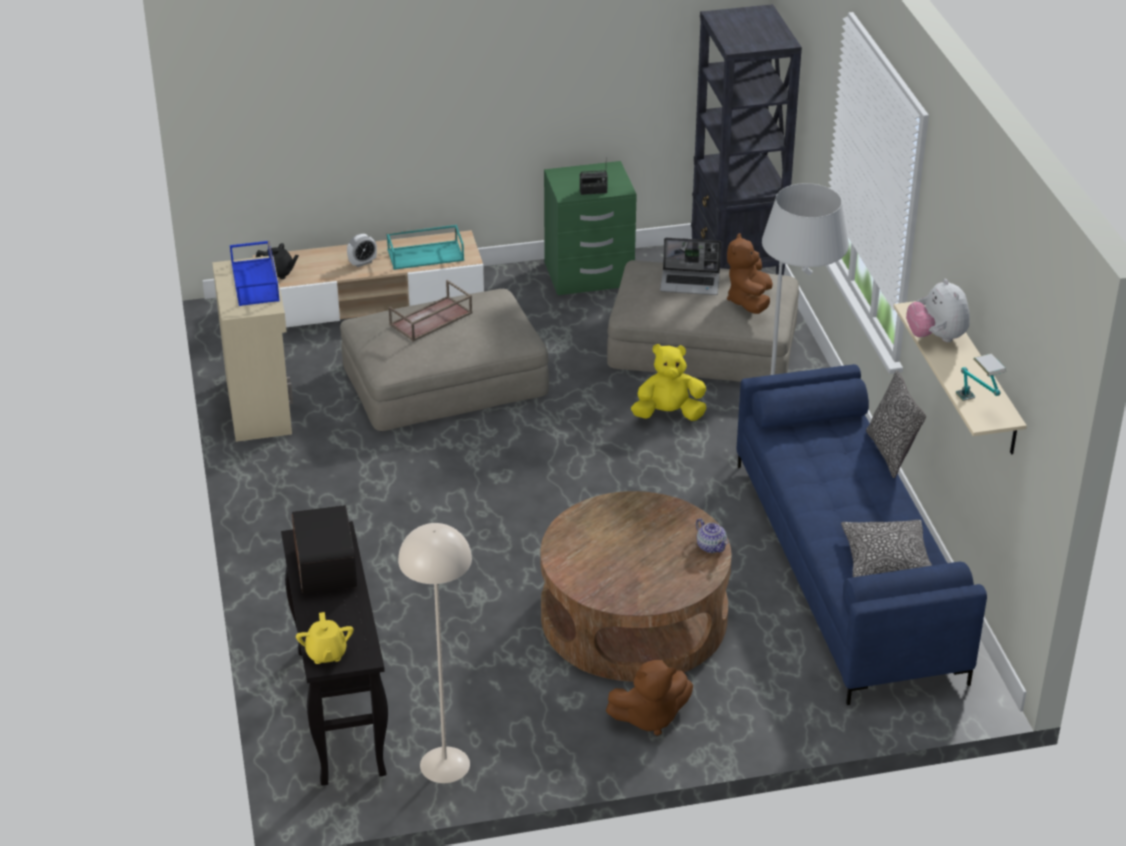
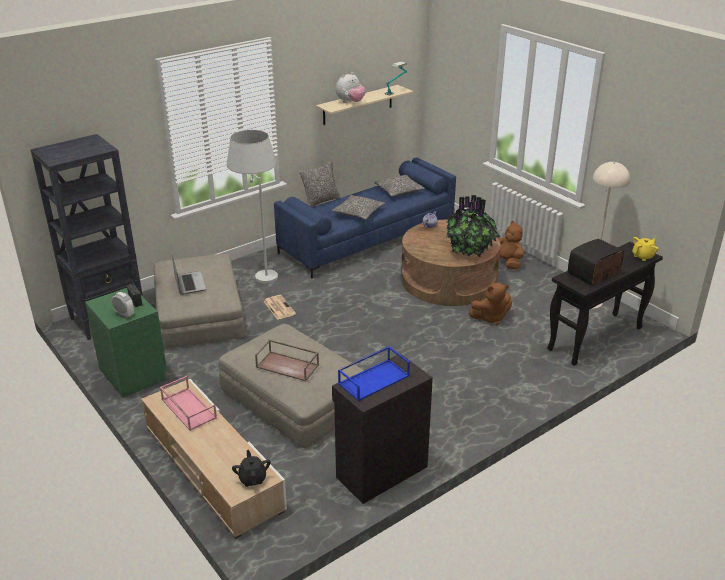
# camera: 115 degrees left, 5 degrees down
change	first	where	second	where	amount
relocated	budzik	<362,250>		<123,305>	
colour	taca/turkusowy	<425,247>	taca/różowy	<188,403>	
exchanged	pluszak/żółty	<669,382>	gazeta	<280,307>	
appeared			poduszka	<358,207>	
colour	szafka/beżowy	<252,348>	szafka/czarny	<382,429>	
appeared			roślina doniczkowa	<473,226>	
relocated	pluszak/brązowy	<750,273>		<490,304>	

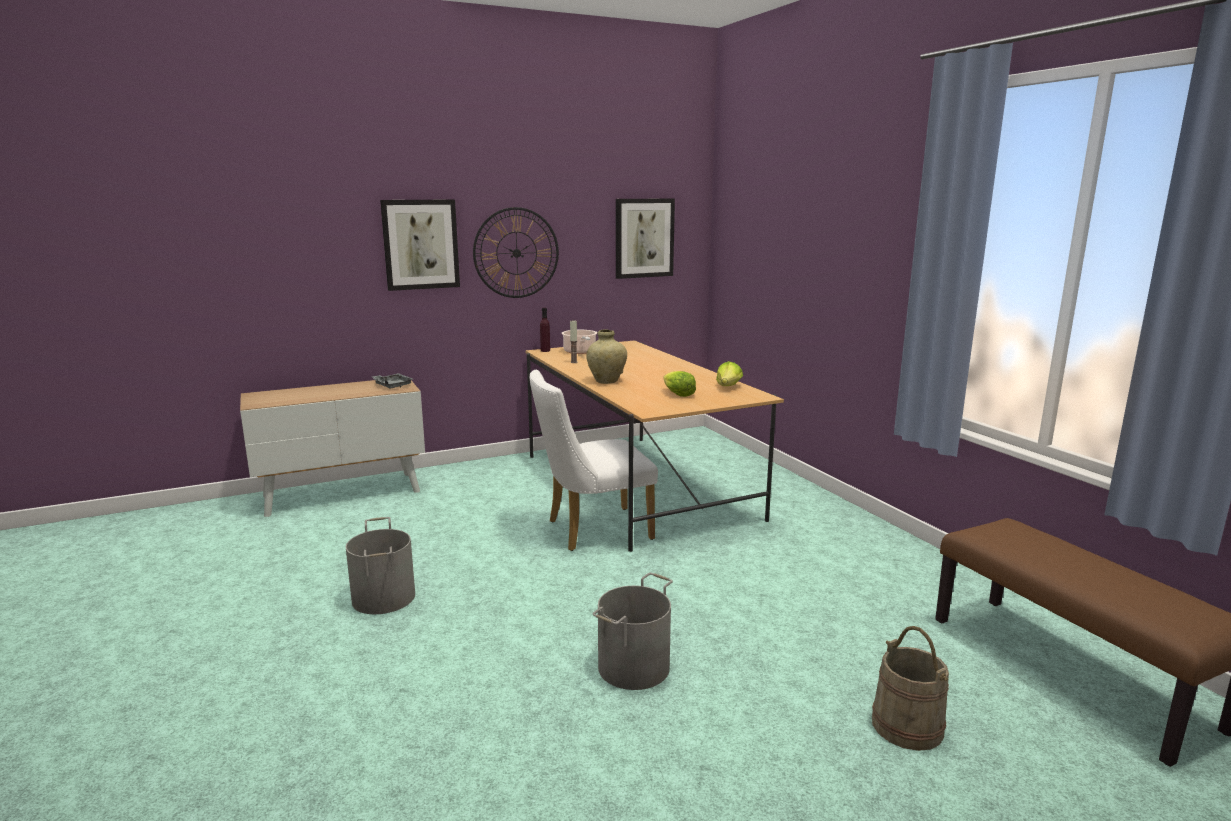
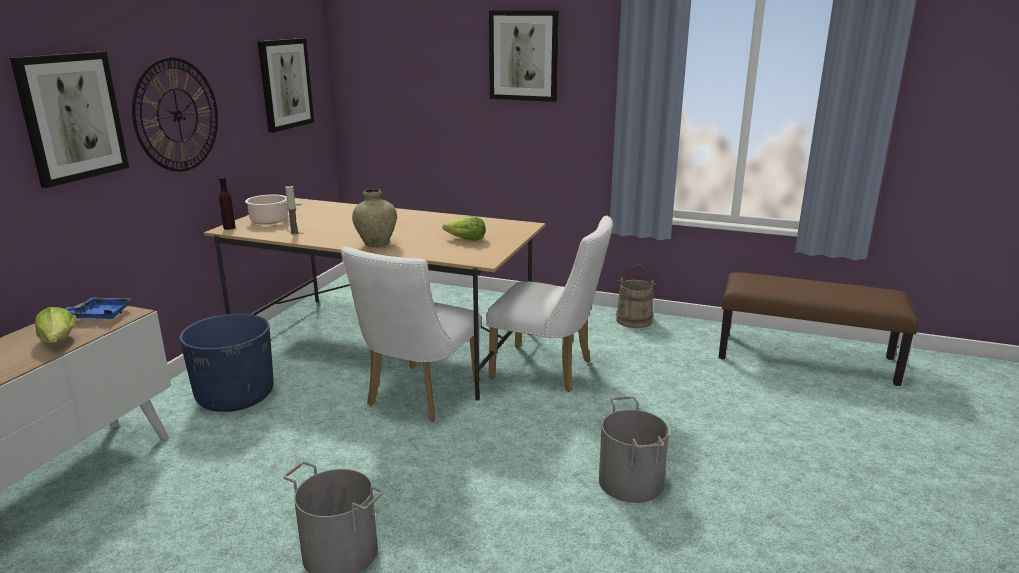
# camera: 45 degrees left, 5 degrees up
change	first	where	second	where	amount
relocated	sałata	<729,373>		<55,325>	
colour	taca/szary	<393,381>	taca/niebieski	<99,308>	
appeared			donica/niebieski	<227,363>	
appeared			krzesło/biały	<549,304>	
appeared			obraz	<524,56>	
relocated	wiadro/beżowy	<910,688>		<636,296>	

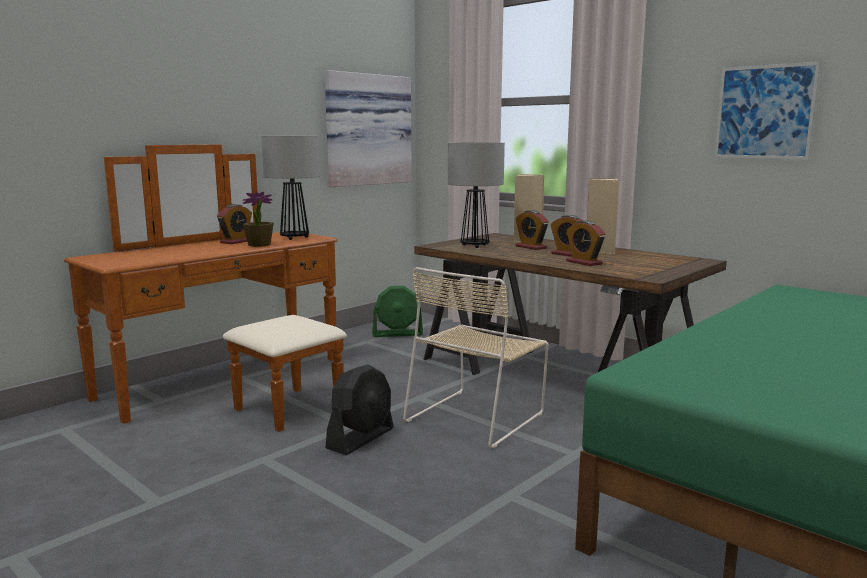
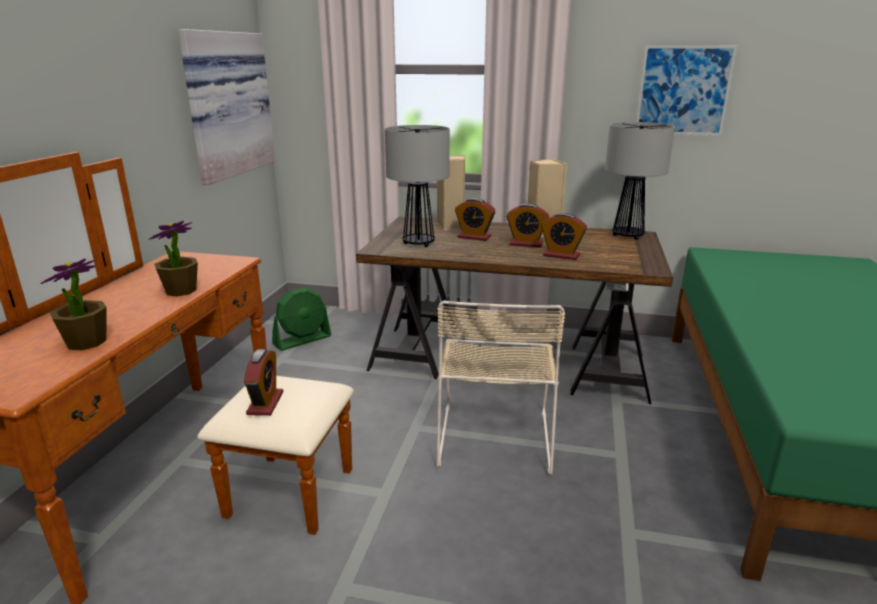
# camera: 30 degrees left, 10 degrees up
change	first	where	second	where	amount
appeared			roślina doniczkowa	<74,304>	
relocated	budzik	<234,224>		<263,382>	
relocated	lampa stołowa	<290,188>		<640,181>	
missing	wentylator/czarny	<359,409>			

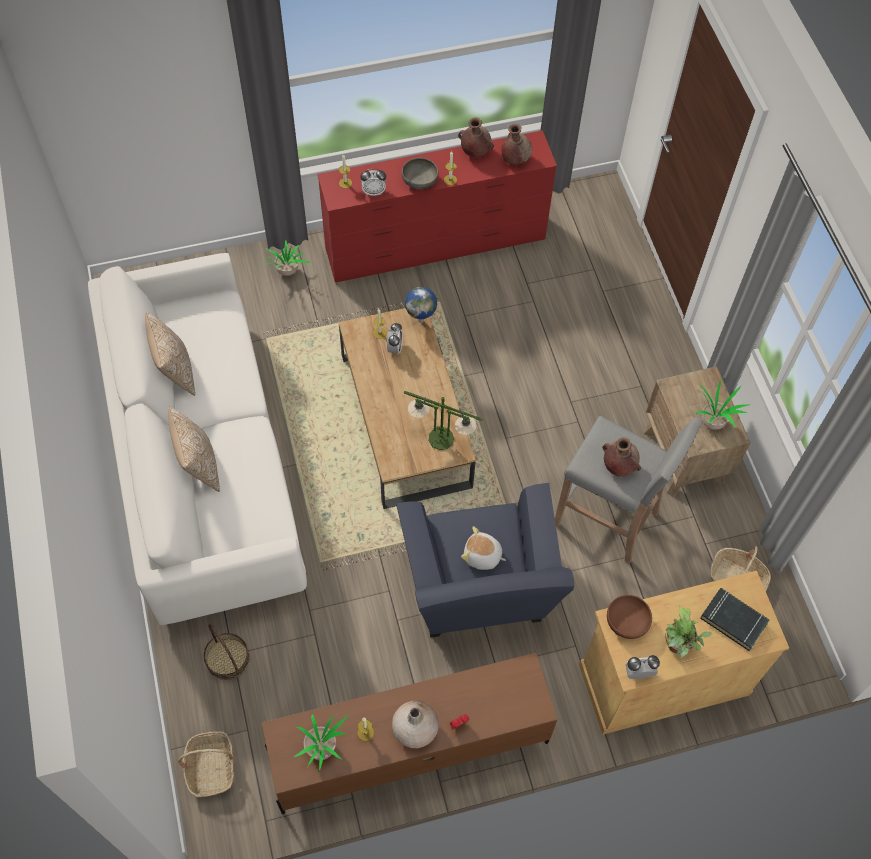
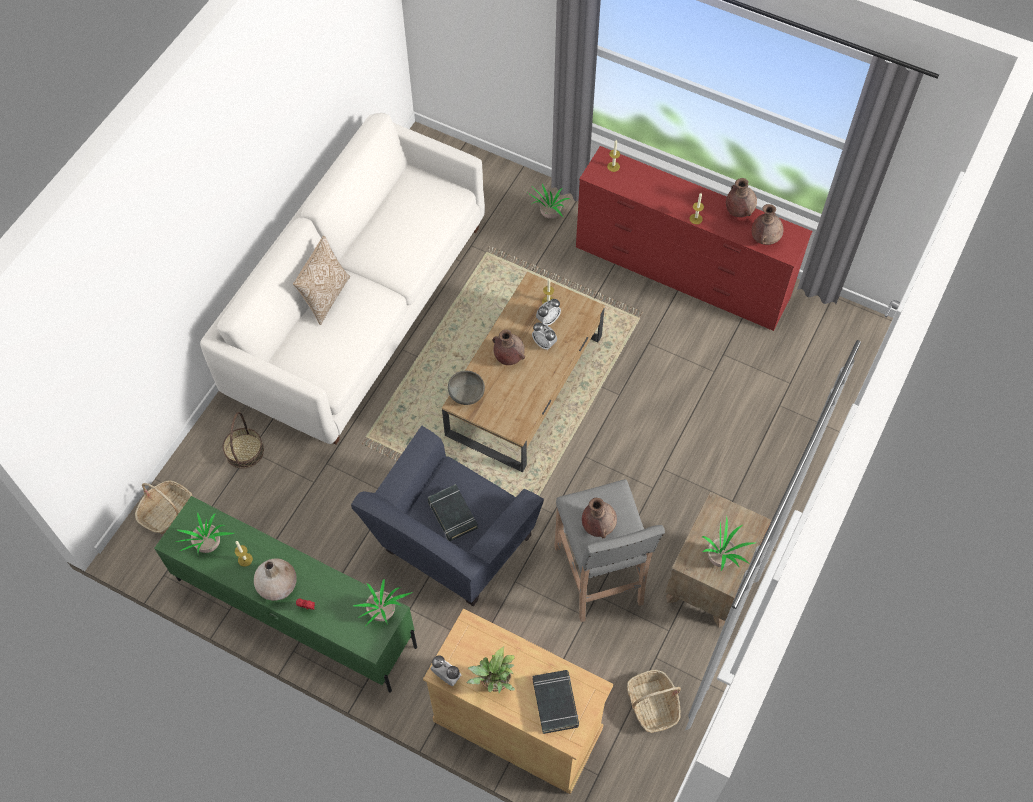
# camera: 45 degrees right, 0 degrees up
change	first	where	second	where	amount
colour	szafka pod telewizor/brązowy	<410,733>	szafka pod telewizor/zielony	<285,594>	
appeared			roślina doniczkowa	<382,602>	
exchanged	pluszak	<483,548>	książka/czarny	<453,512>	
relocated	miska/szary	<420,173>		<466,387>	
appeared			wazon/brązowy	<508,347>	
relocated	budzik	<373,182>		<544,336>	
missing	poduszka	<170,354>			
missing	lampa stołowa	<443,420>			
missing	globus	<421,305>			
missing	miska/brązowy	<629,617>			

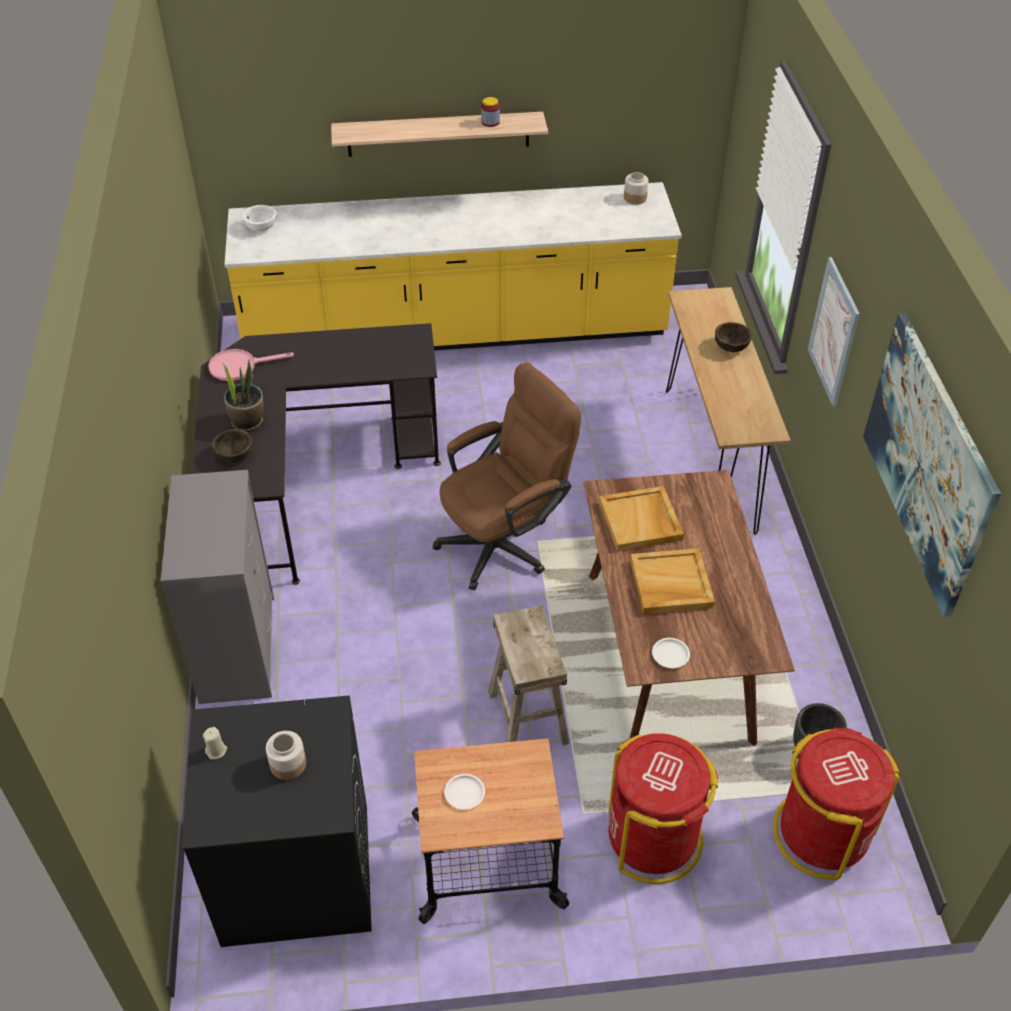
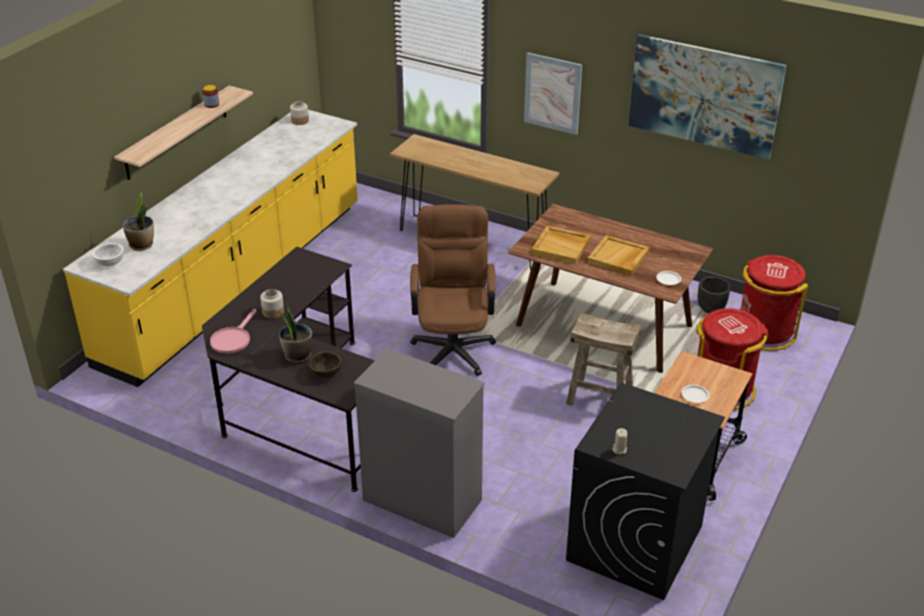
# camera: 55 degrees left, 10 degrees down
change	first	where	second	where	amount
appeared			roślina doniczkowa	<138,221>	
relocated	słoik	<286,755>		<272,304>	
missing	miska/brązowy	<733,337>			

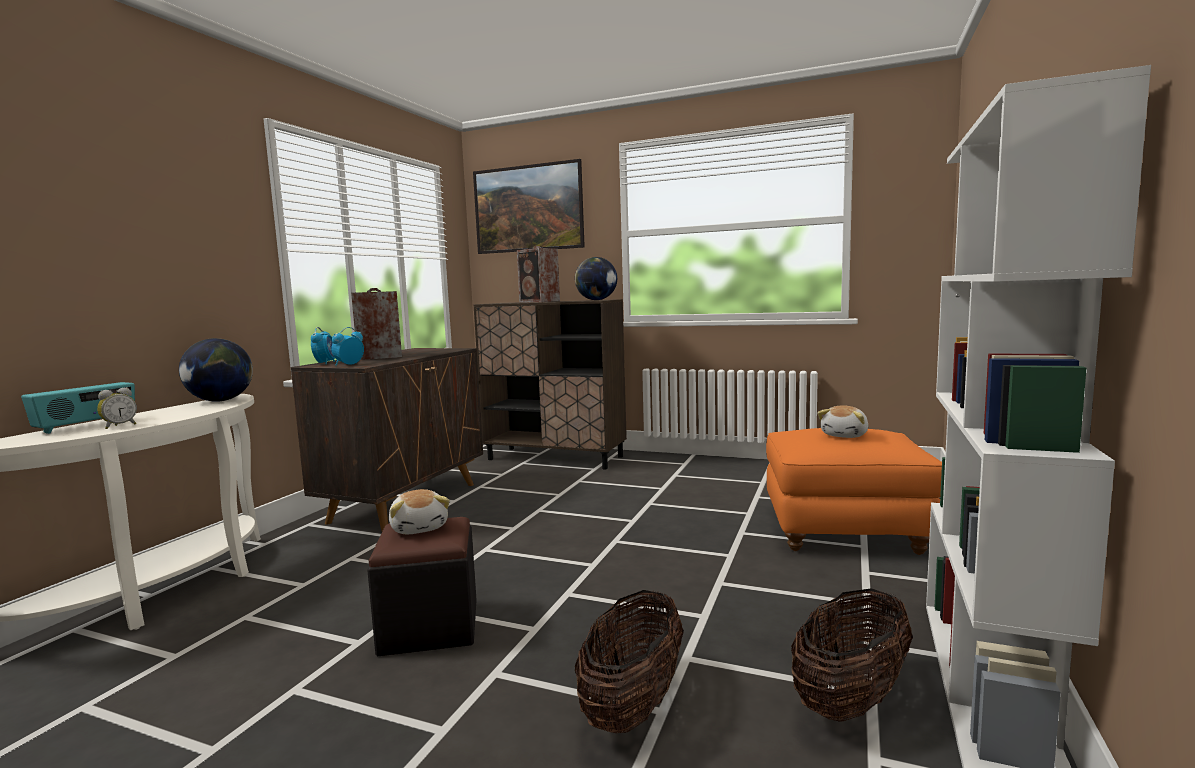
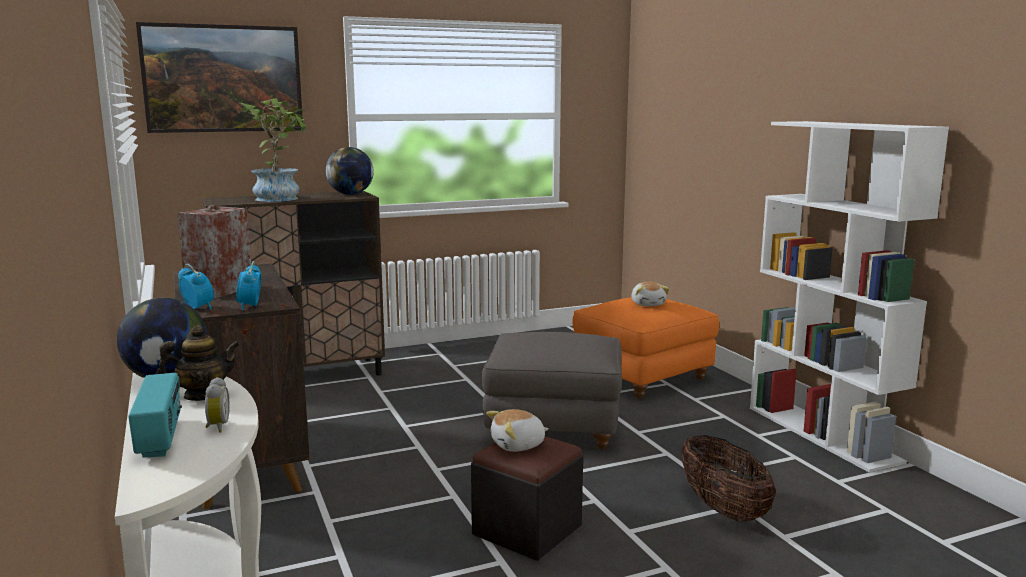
# camera: 45 degrees left, 5 degrees up
change	first	where	second	where	amount
appeared			imbryk	<198,363>	
exchanged	głośnik	<538,274>	roślina doniczkowa	<273,150>	
appeared			pufa/szary	<552,391>	
spun	pluszak	<419,511>		<517,430>	135 degrees clockwise
missing	koszyk	<852,655>			

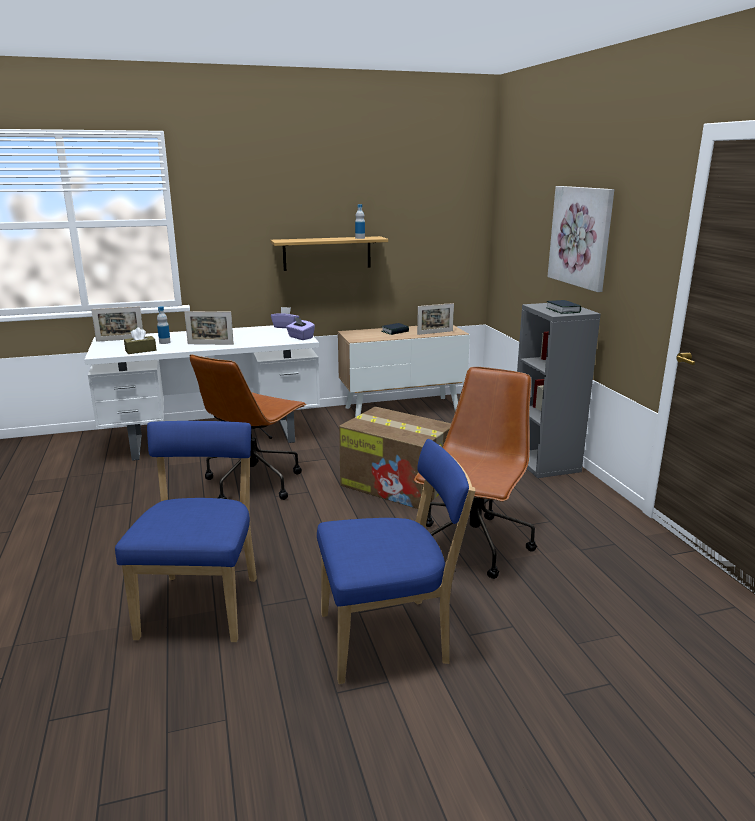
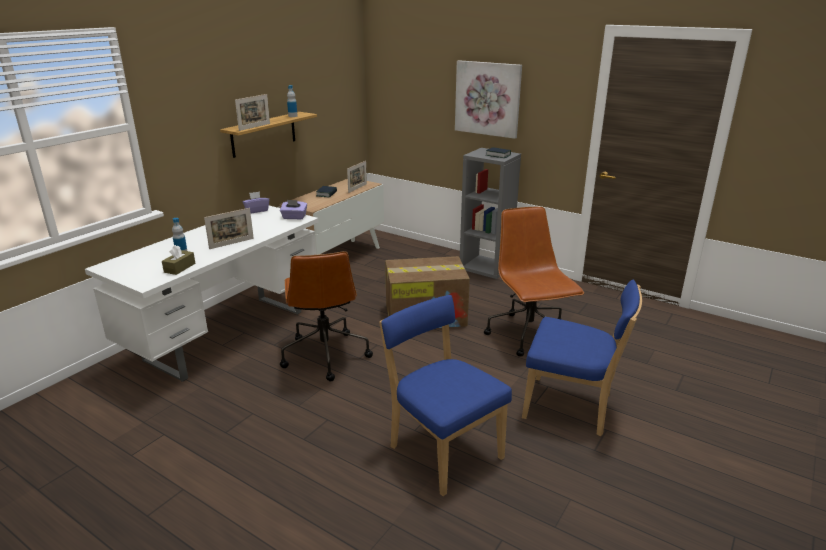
# camera: 40 degrees left, 5 degrees up
change	first	where	second	where	amount
relocated	ramka na zdjęcie	<117,324>		<252,112>	
spun	krzesło/niebieski	<396,561>		<582,358>	75 degrees clockwise

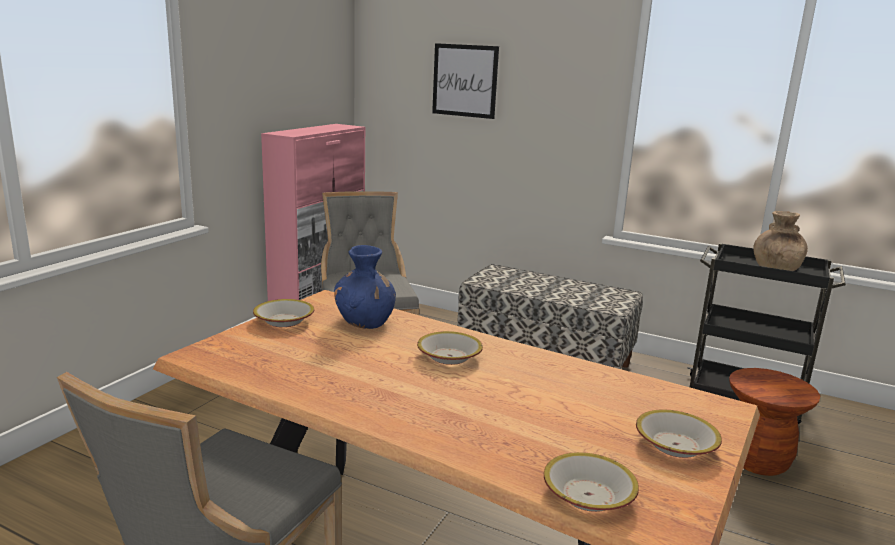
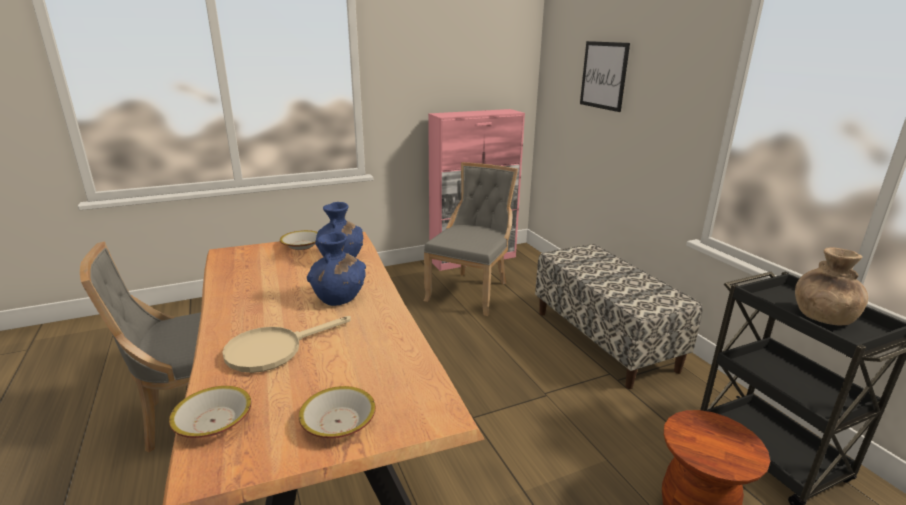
# camera: 40 degrees right, 5 degrees up
change	first	where	second	where	amount
appeared			patelnia/beżowy	<286,344>	
exchanged	miska	<450,348>	wazon/niebieski	<336,269>	

